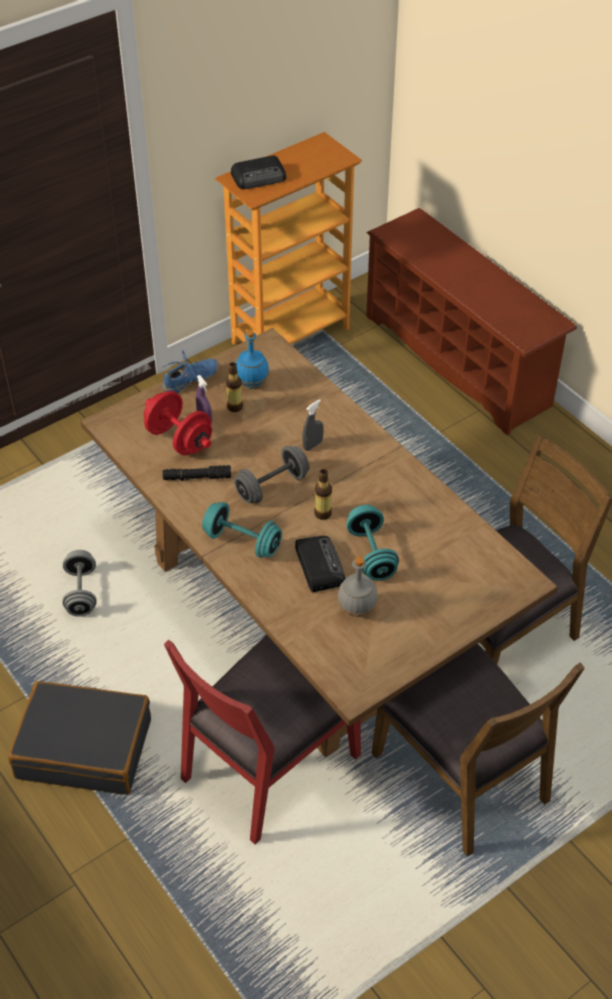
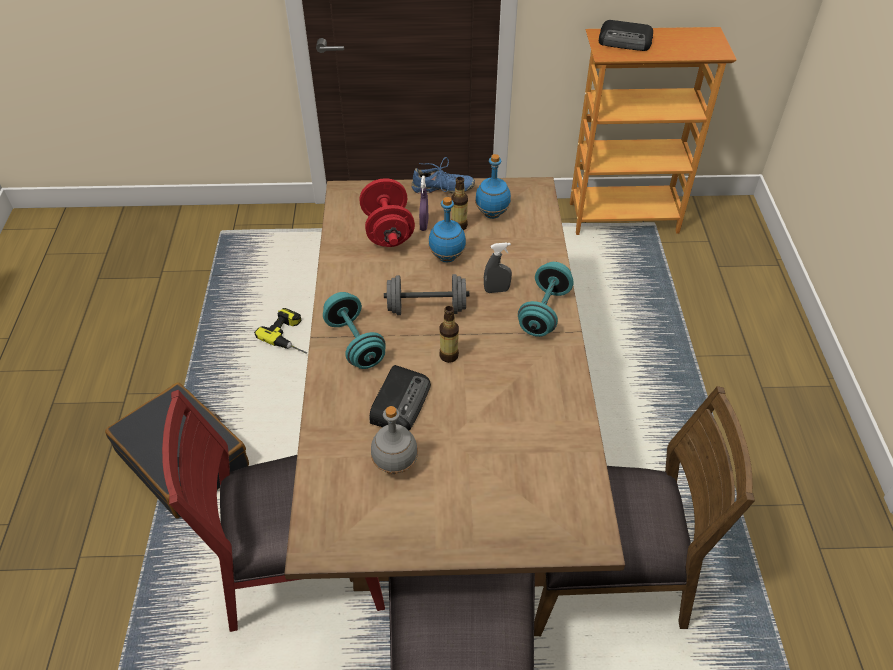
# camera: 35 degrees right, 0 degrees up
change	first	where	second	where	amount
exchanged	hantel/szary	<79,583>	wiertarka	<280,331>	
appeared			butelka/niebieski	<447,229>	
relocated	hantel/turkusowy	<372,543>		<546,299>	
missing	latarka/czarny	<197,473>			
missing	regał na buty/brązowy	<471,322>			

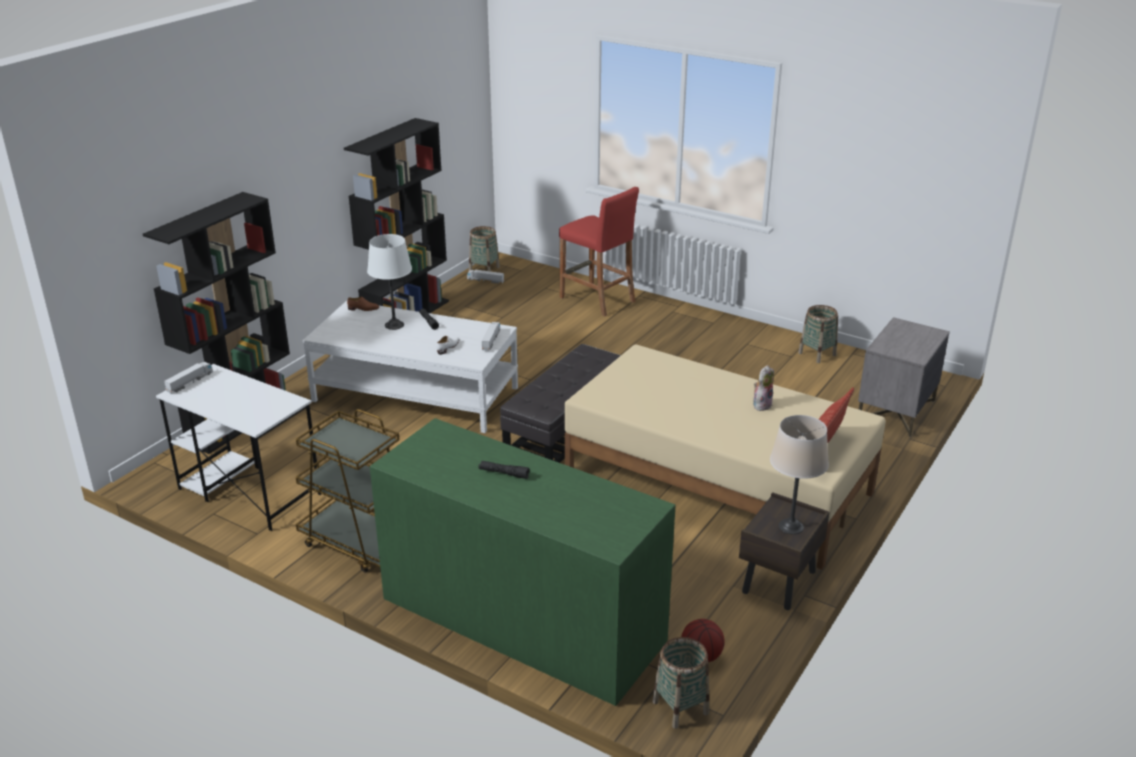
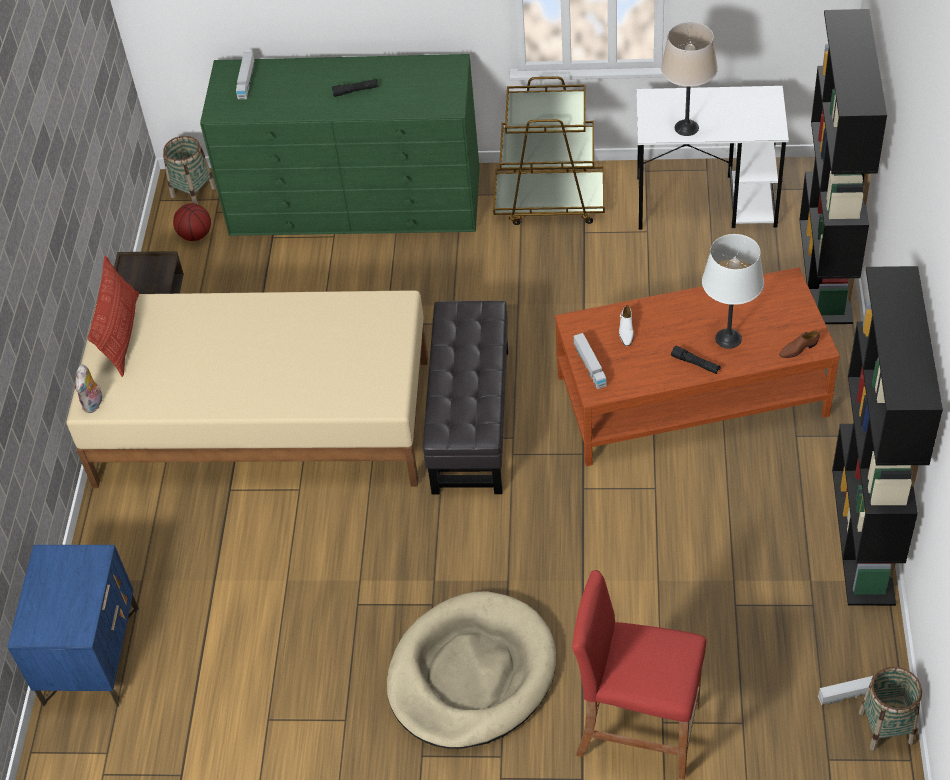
# camera: 155 degrees right, 20 degrees up
change	first	where	second	where	amount
colour	szafka nocna/szary	<904,377>	szafka nocna/niebieski	<73,626>	
relocated	pluszak	<763,388>		<88,388>	
relocated	ciężarówka zabawkowa	<188,378>		<245,75>	
appeared			legowisko/beżowy	<471,670>	
colour	ława/biały	<410,367>	ława/brązowy	<697,366>	
relocated	lampa stołowa/beżowy	<799,474>		<689,79>	
missing	koszyk	<818,334>			

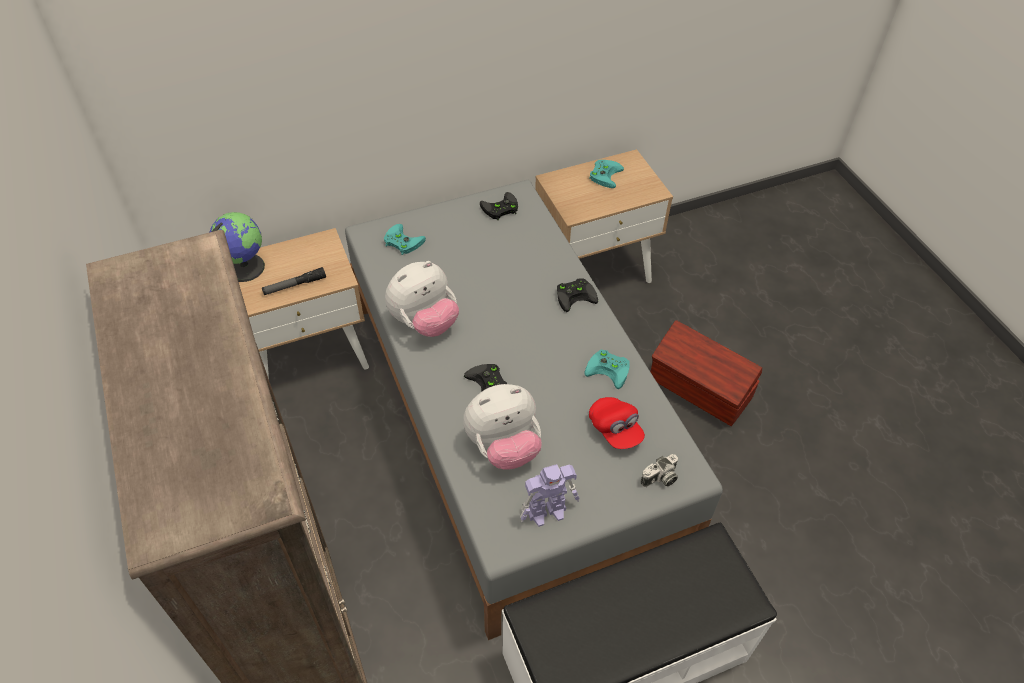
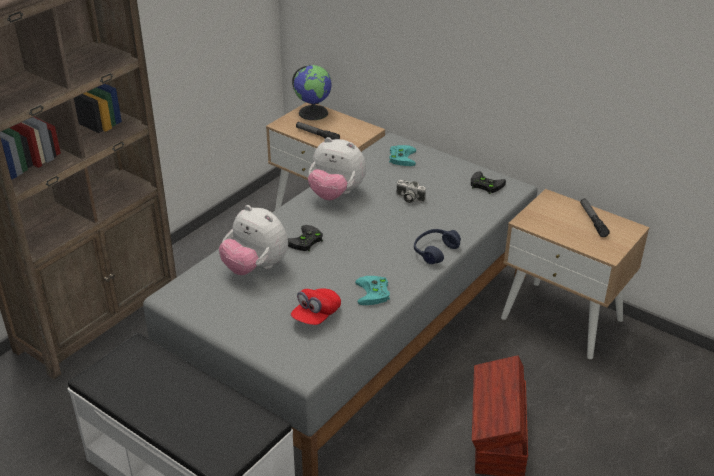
# camera: 60 degrees right, 15 degrees down
change	first	where	second	where	amount
relocated	aparat fotograficzny	<659,470>		<411,191>	
exchanged	pad do gier/czarny	<577,295>	słuchawki/niebieski	<437,246>	
exchanged	pad do gier/turkusowy	<606,174>	latarka	<595,218>	
missing	robot zabawkowy	<550,495>			

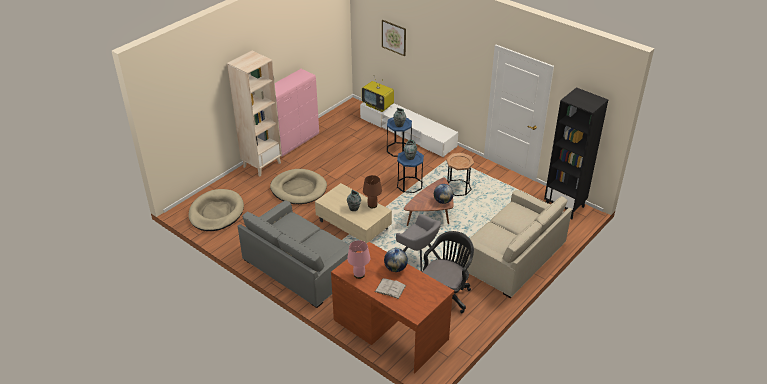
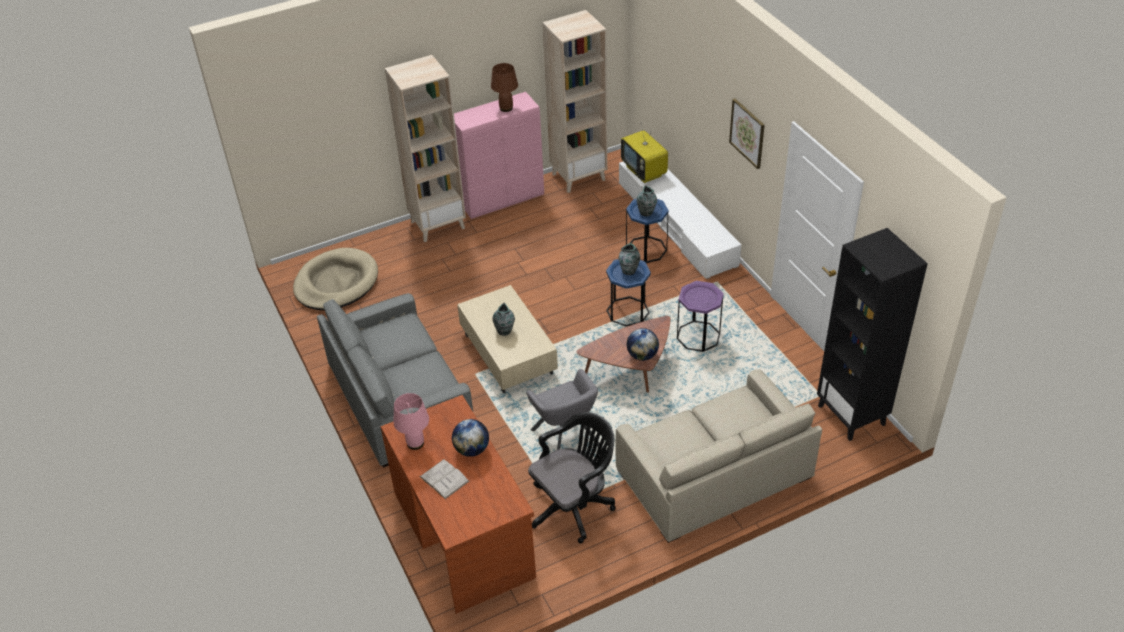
# camera: 25 degrees right, 5 degrees up
change	first	where	second	where	amount
relocated	lampa stołowa/brązowy	<372,191>		<504,87>	
appeared			regał/beżowy	<575,101>	
colour	stolik/brązowy	<460,174>	stolik/fioletowy	<700,316>	
relocated	obraz	<394,38>		<747,134>	
missing	legowisko/beżowy	<298,186>			

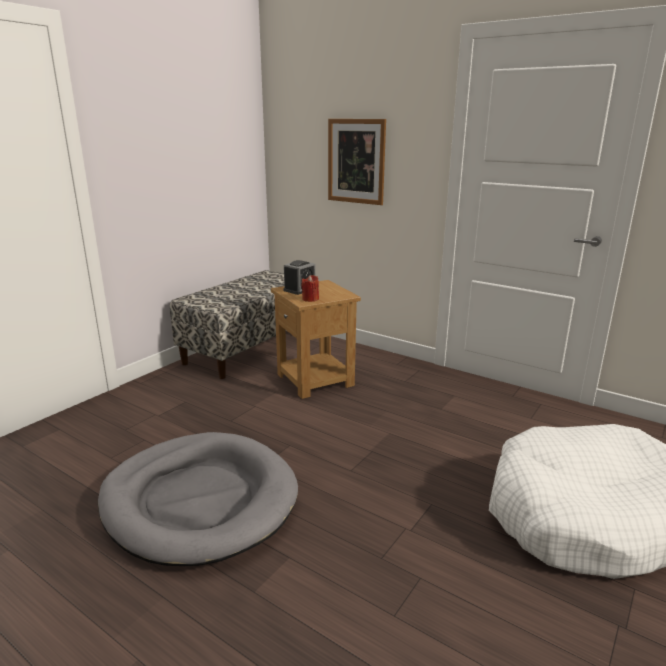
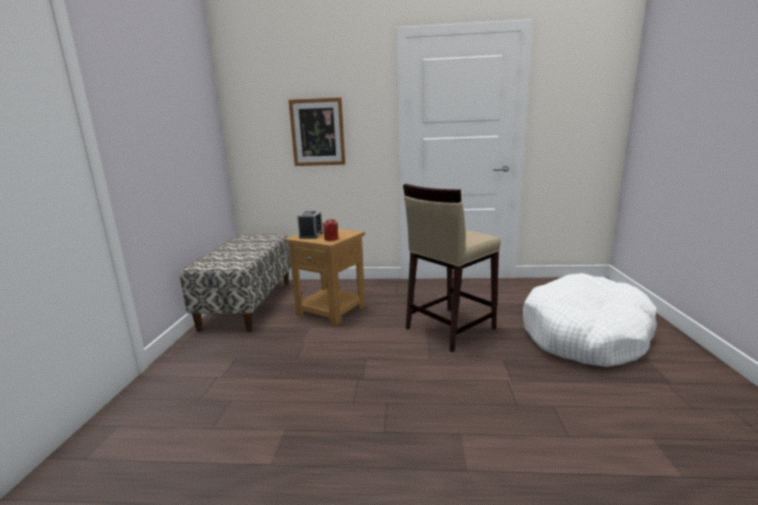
# camera: 30 degrees left, 5 degrees down
change	first	where	second	where	amount
appeared			stołek/beżowy	<451,268>	
missing	legowisko/szary	<198,499>			

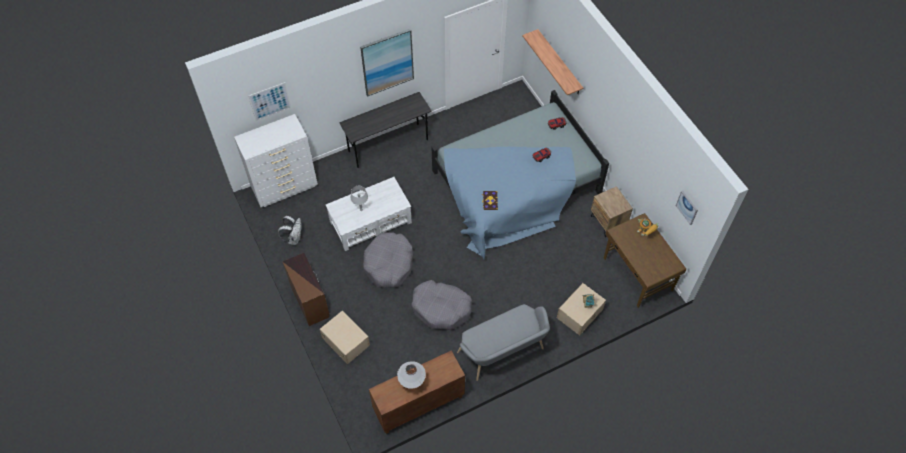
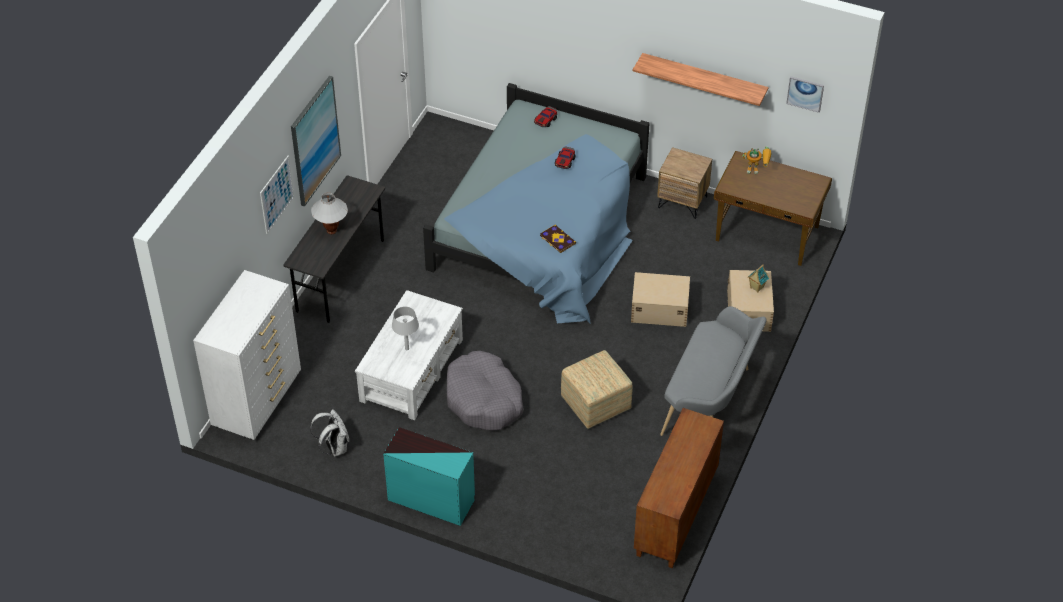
# camera: 40 degrees left, 10 degrees down
change	first	where	second	where	amount
relocated	obraz	<269,101>		<277,195>	
relocated	lampa stołowa/biały	<411,375>		<329,213>	
colour	komoda/brązowy	<306,289>	komoda/turkusowy	<429,476>	
exchanged	legowisko/szary	<441,305>	pufa	<597,389>	
relocated	pojemnik do przechowywania/beżowy	<345,337>		<660,299>	
relocated	półka	<552,62>		<701,79>	

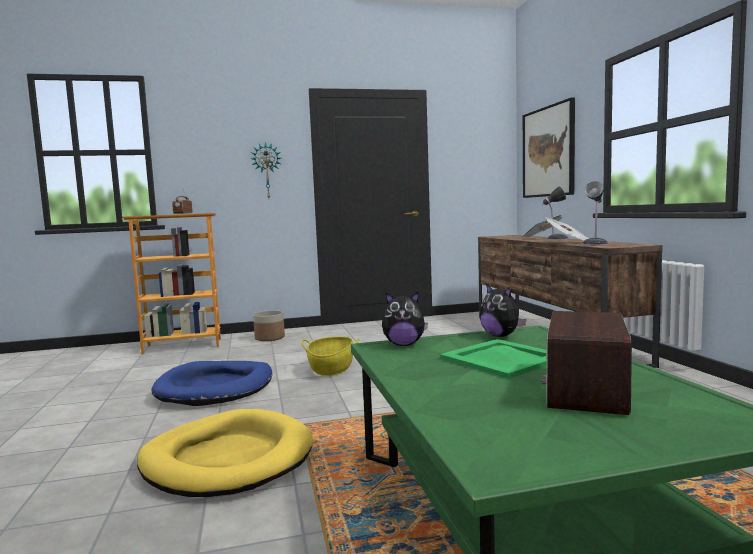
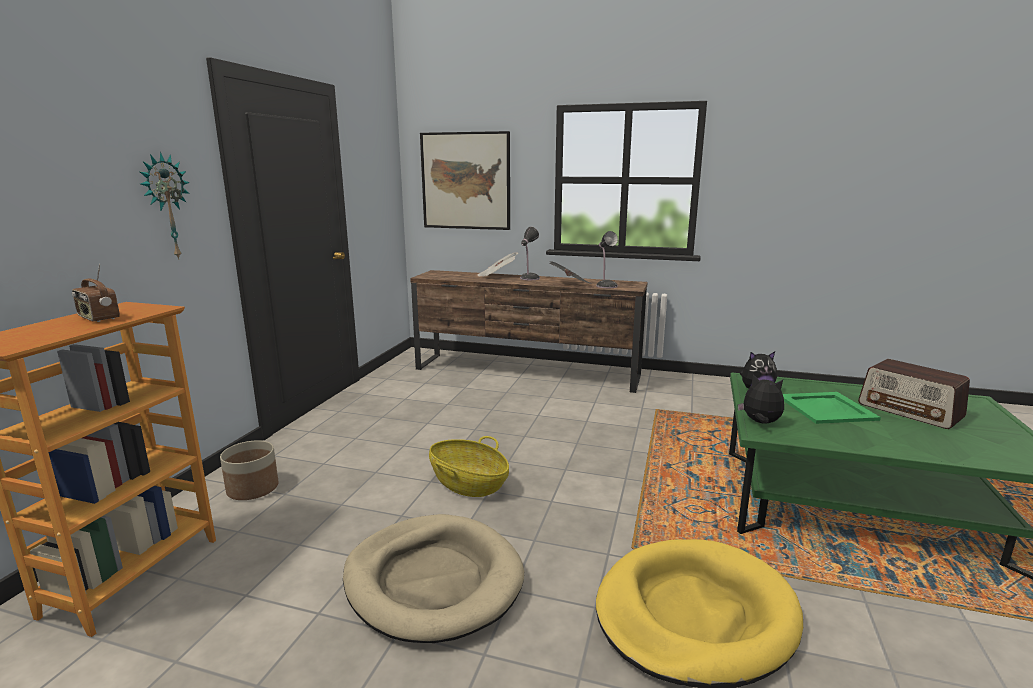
# camera: 60 degrees left, 10 degrees up
change	first	where	second	where	amount
colour	legowisko/niebieski	<211,383>	legowisko/beżowy	<433,578>	
spun	pluszak	<405,319>		<761,399>	90 degrees counterclockwise

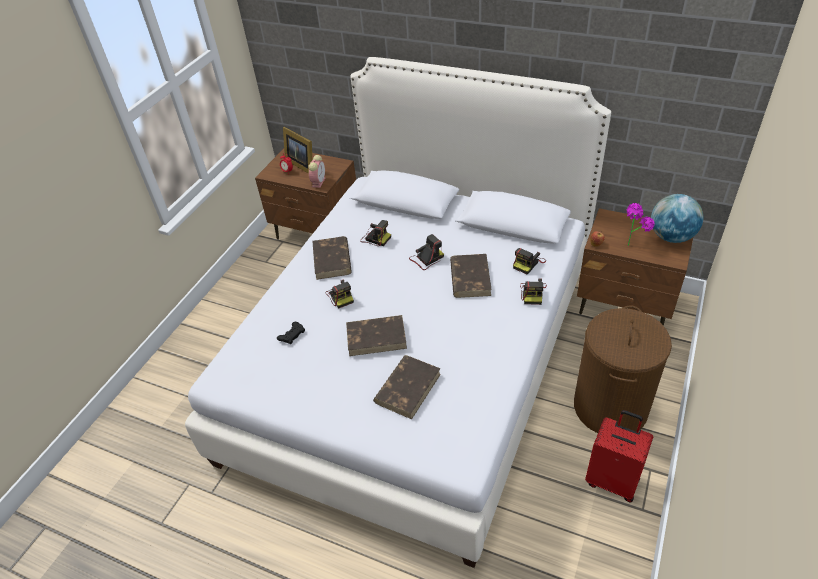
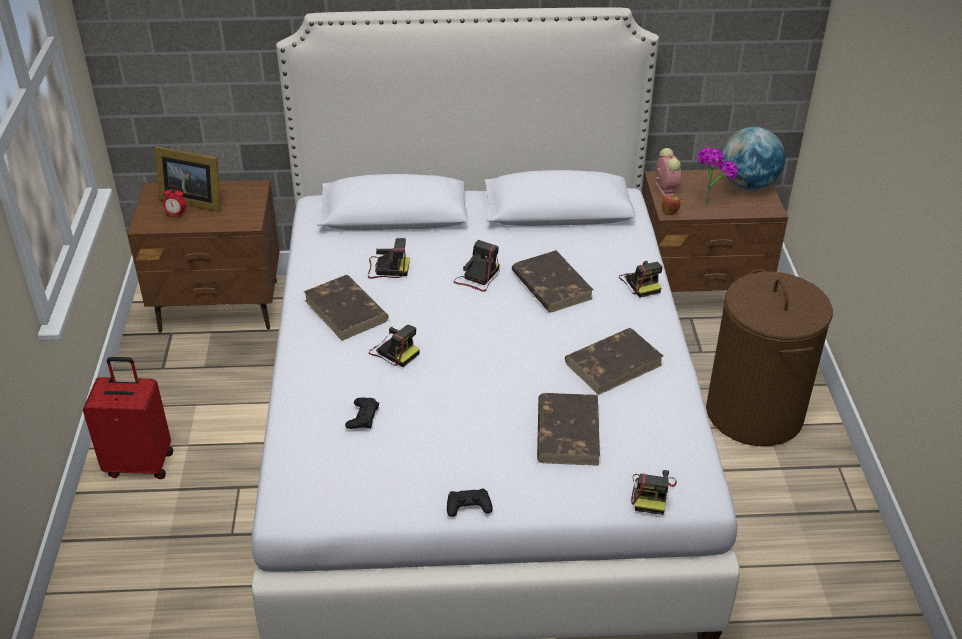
# camera: 30 degrees left, 5 degrees down
change	first	where	second	where	amount
relocated	walizka/czerwony	<619,456>		<128,418>	
appeared			pad do gier/czarny	<470,503>	
relocated	książka/brązowy	<376,335>		<614,361>	
relocated	aparat fotograficzny	<529,261>		<654,492>	
relocated	budzik	<317,171>		<668,172>	

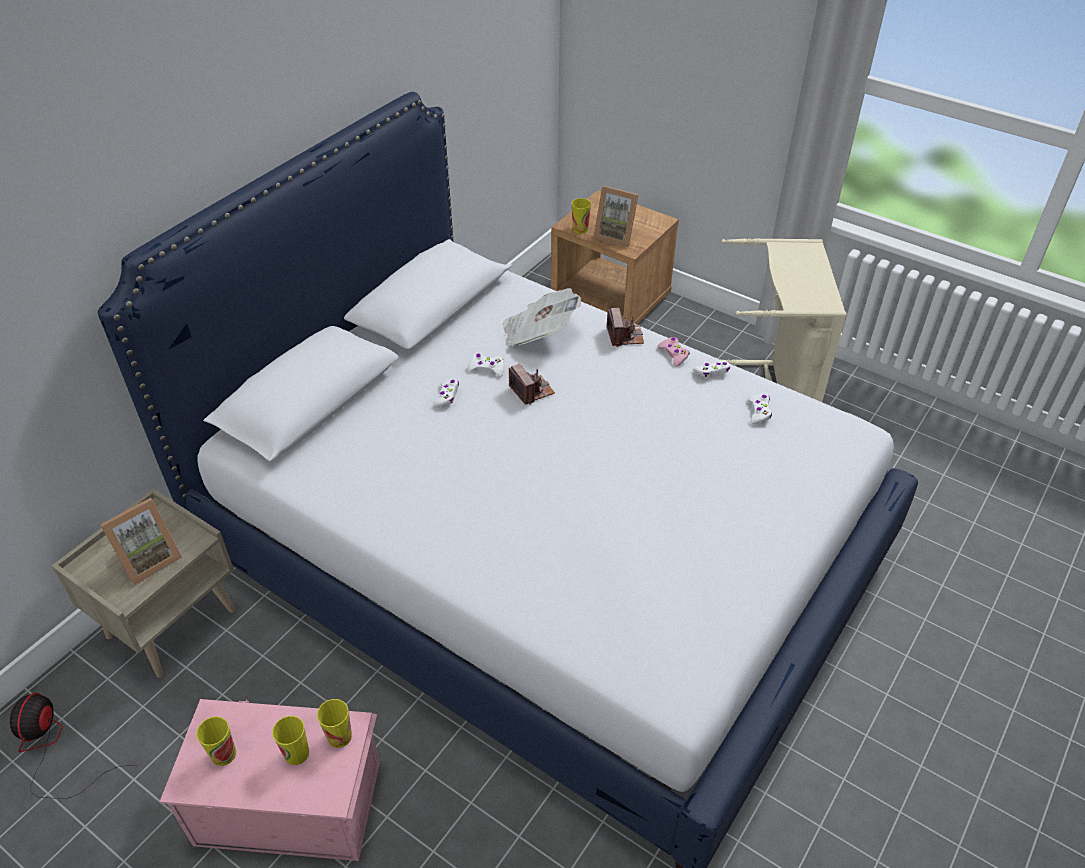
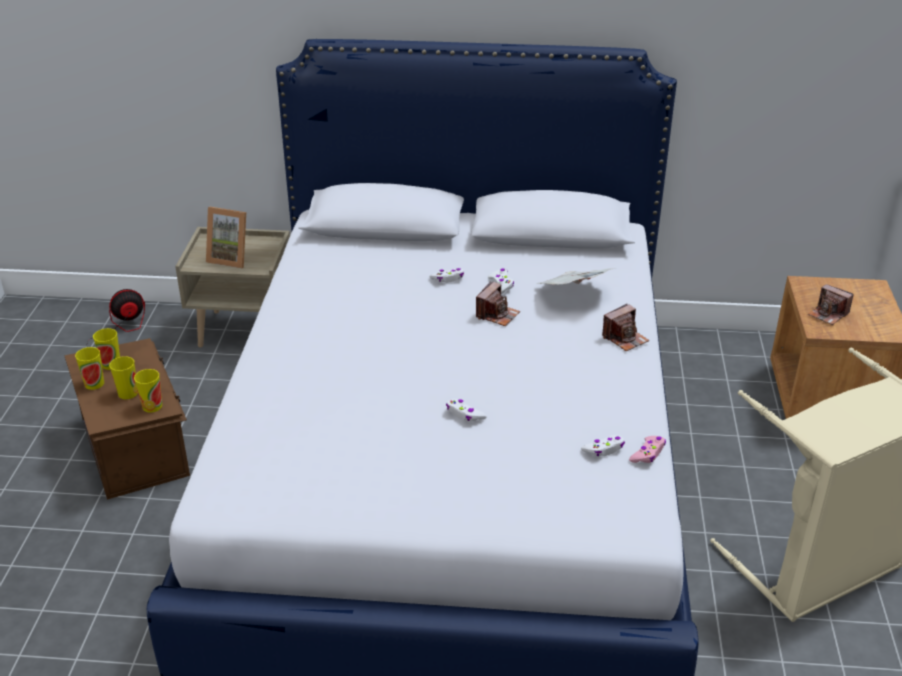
# camera: 60 degrees right, 10 degrees down
change	first	where	second	where	amount
colour	pojemnik do przechowywania/różowy	<270,780>	pojemnik do przechowywania/brązowy	<127,419>	
relocated	filiżanka	<581,216>		<89,368>	
relocated	pad do gier/biały	<711,369>		<466,410>	
relocated	pad do gier/różowy	<674,352>		<647,449>	
exchanged	ramka na zdjęcie	<616,216>	aparat fotograficzny	<830,304>	

